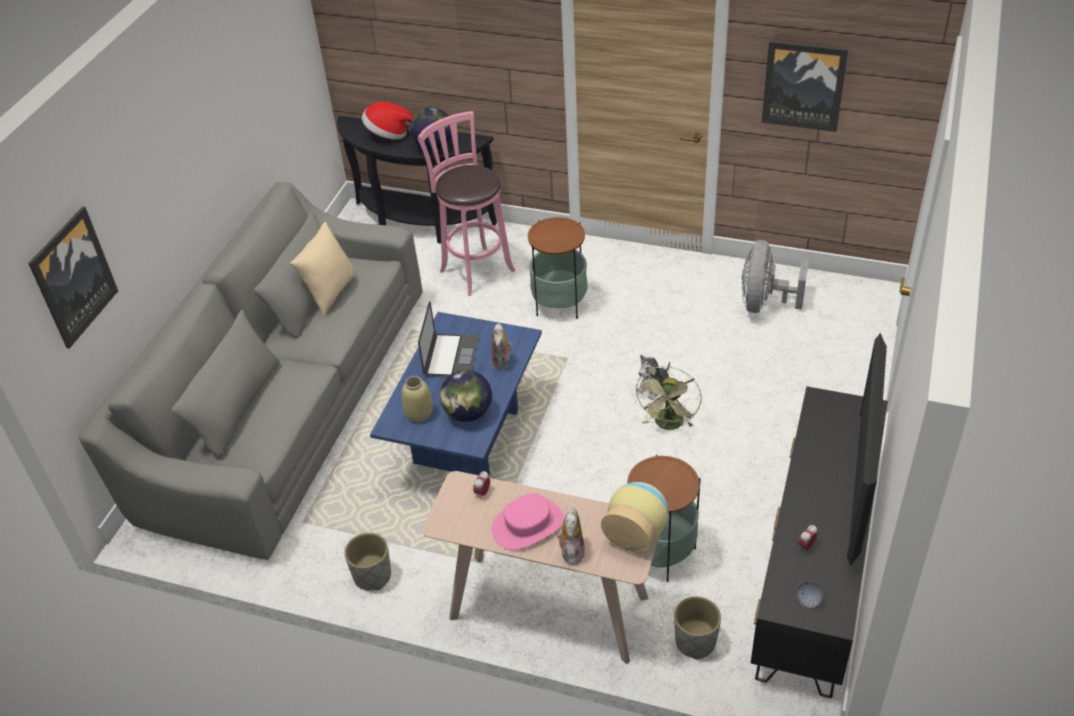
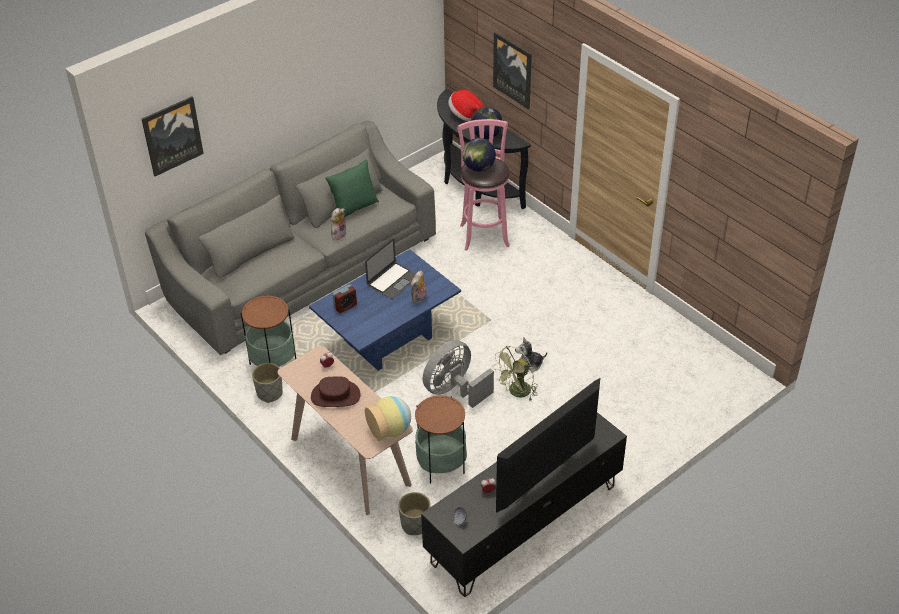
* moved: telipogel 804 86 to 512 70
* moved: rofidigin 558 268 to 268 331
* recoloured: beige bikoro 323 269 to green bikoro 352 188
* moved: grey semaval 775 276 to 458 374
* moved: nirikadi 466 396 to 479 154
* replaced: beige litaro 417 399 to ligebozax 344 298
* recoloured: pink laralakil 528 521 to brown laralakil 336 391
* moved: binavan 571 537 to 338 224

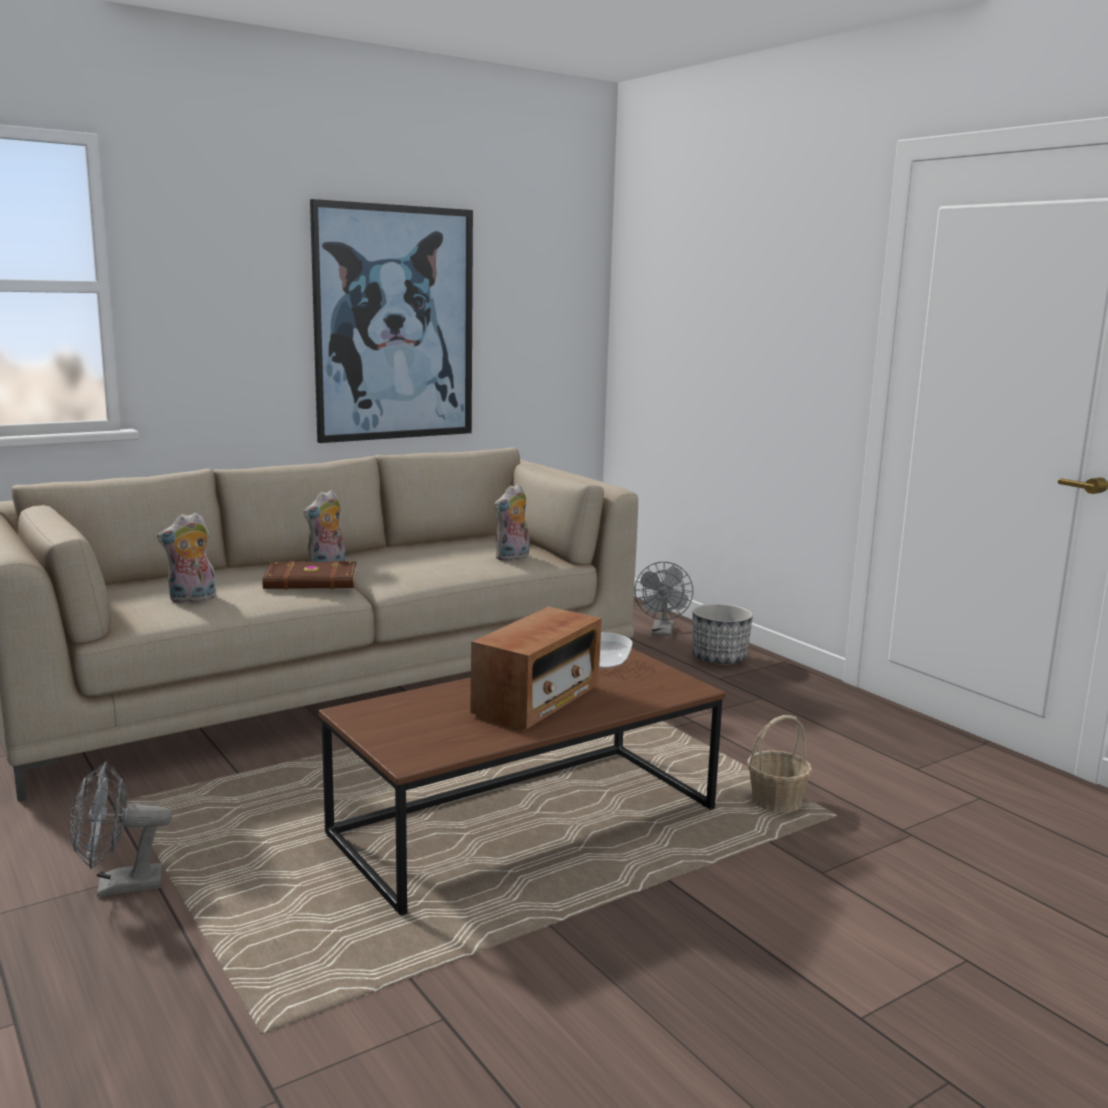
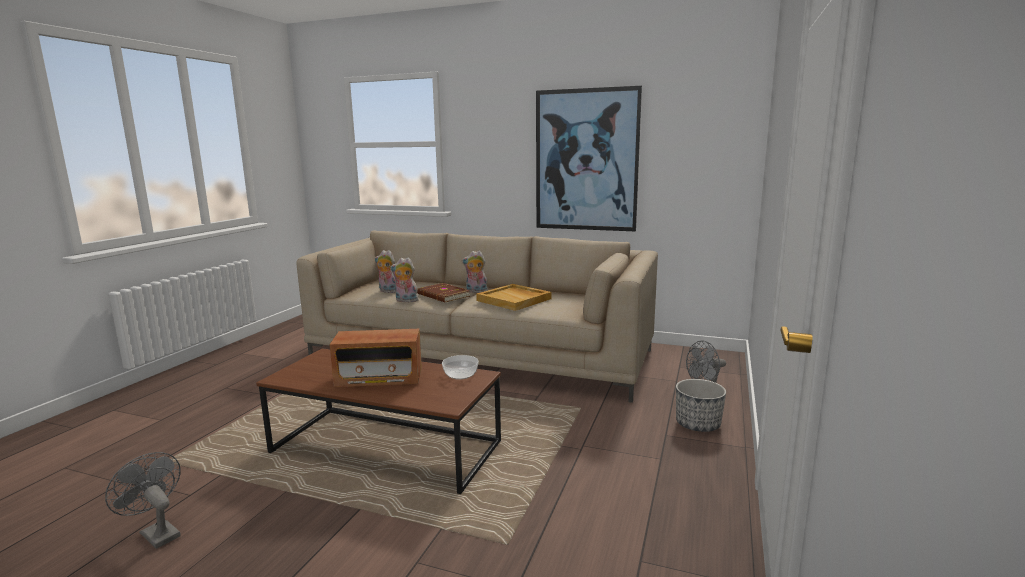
* moved: binavan 512 522 to 404 280
* removed: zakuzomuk 779 764
* moved: grey semaval 121 829 to 143 500
* added: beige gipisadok 513 297

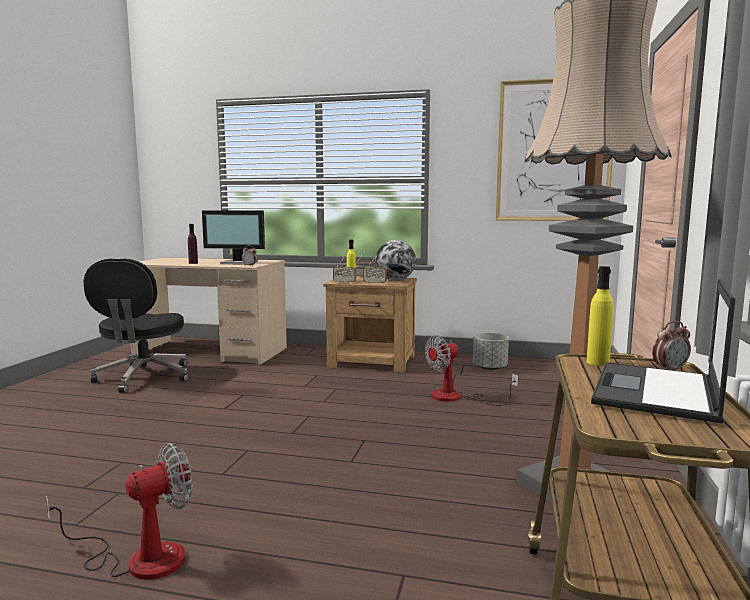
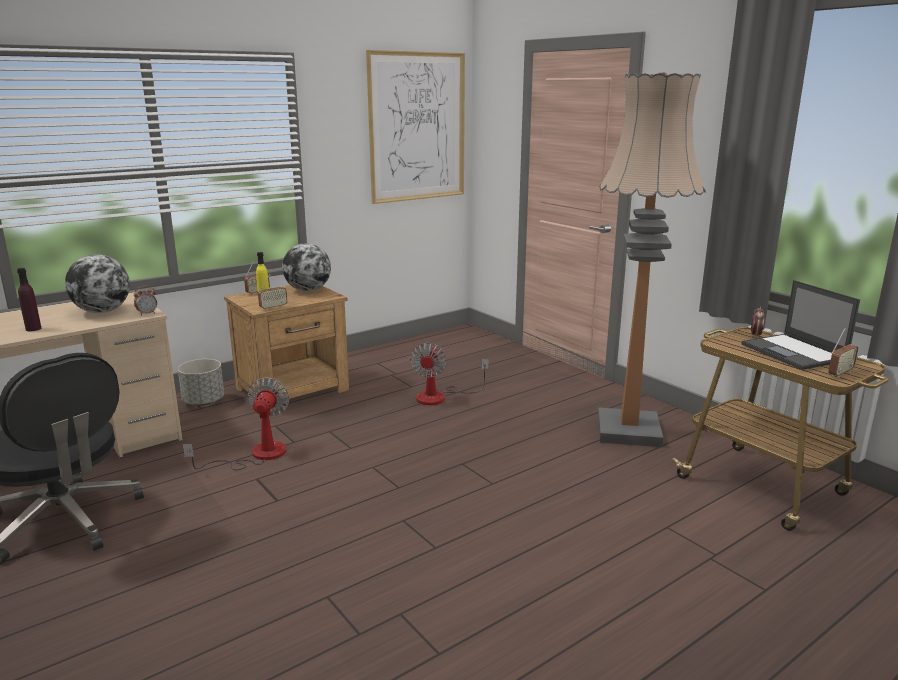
* replaced: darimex 233 237 to nirikadi 97 283
* moved: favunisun 375 270 to 843 353
* removed: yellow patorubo 600 316
* moved: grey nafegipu 491 351 to 201 382
* moved: semaval 119 511 to 236 424

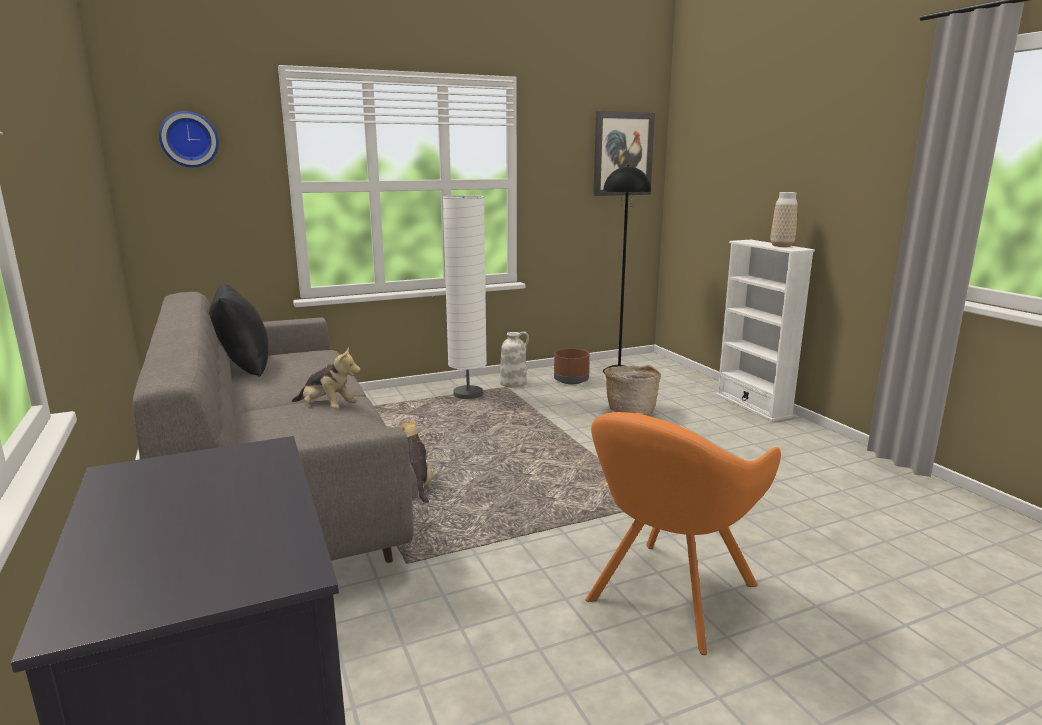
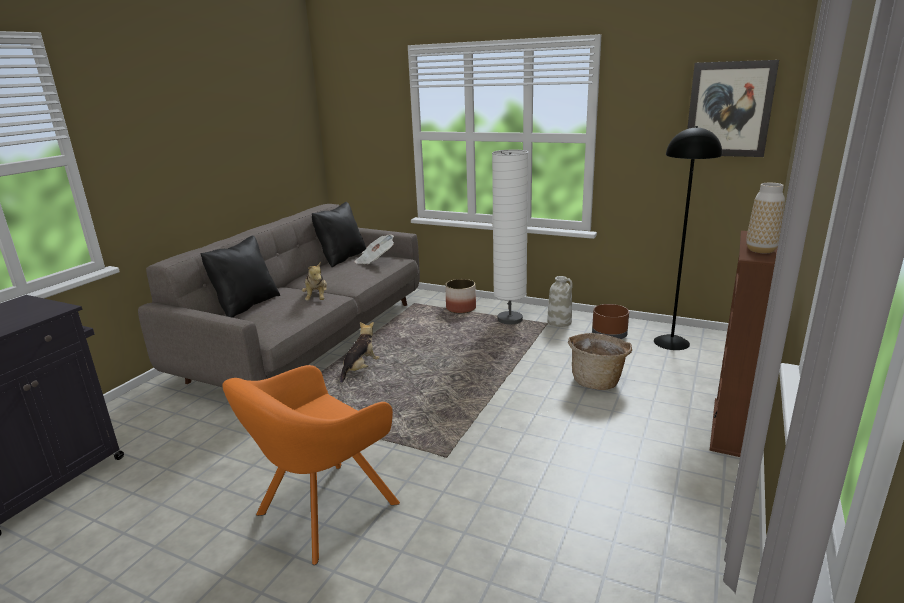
* removed: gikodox 189 139
* recoloured: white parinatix 765 331 to brown parinatix 744 344
* turned: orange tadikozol 683 533 = 311 465 45 degrees counterclockwise
* added: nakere 374 249
* added: black bikoro 240 277
* added: nafegipu 460 296

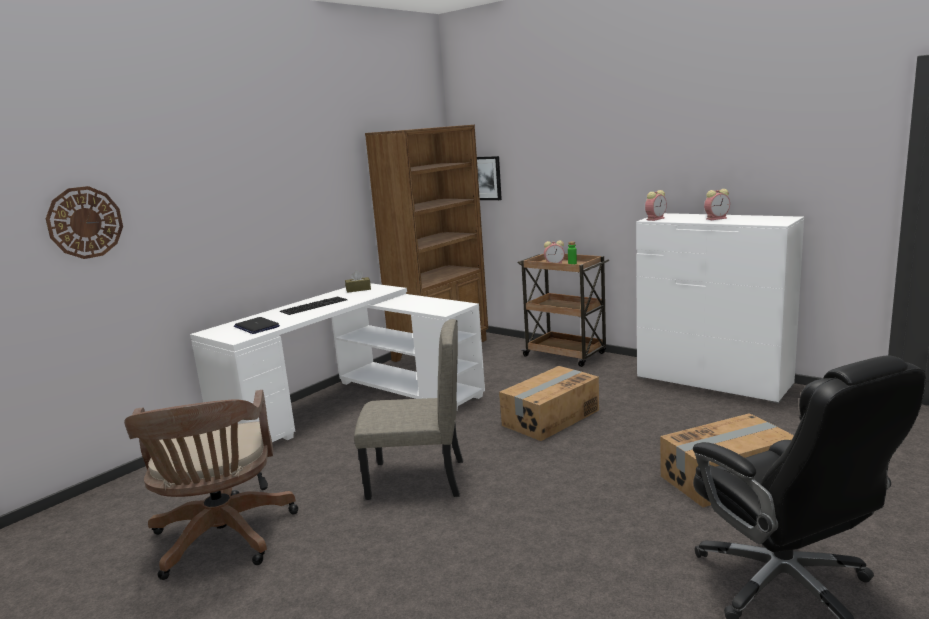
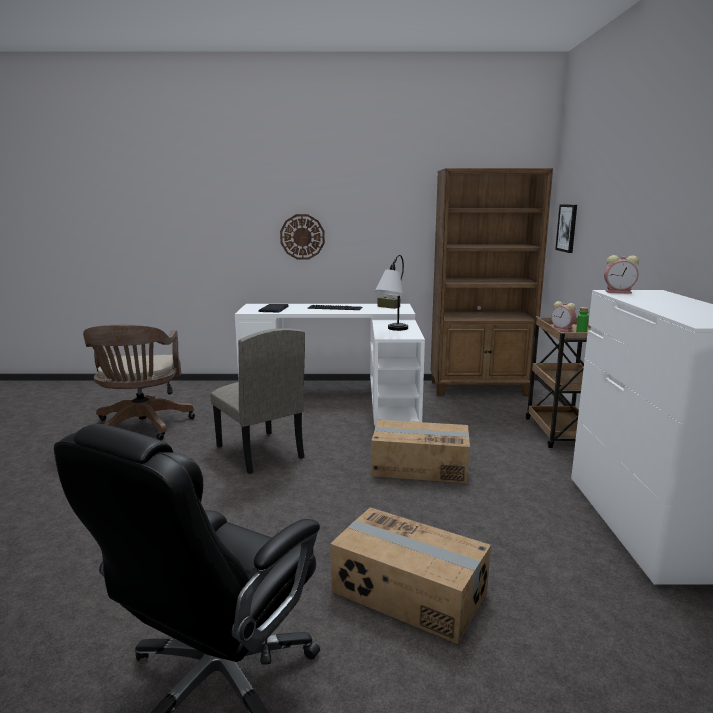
* moved: gikodox 84 222 to 302 237
* removed: ligebozax 717 204
* turned: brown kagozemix 211 485 = 139 382 45 degrees counterclockwise
* added: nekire 391 293

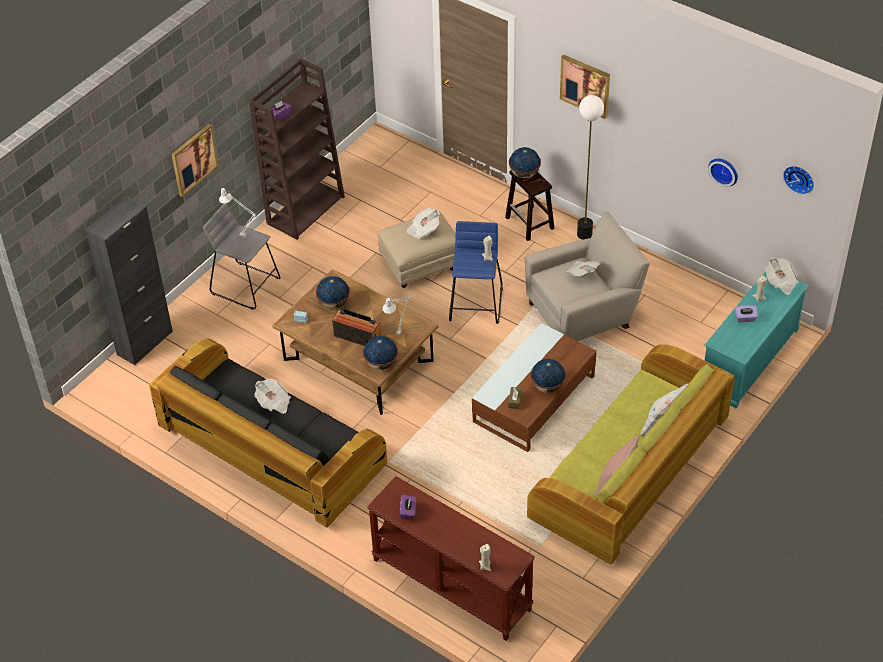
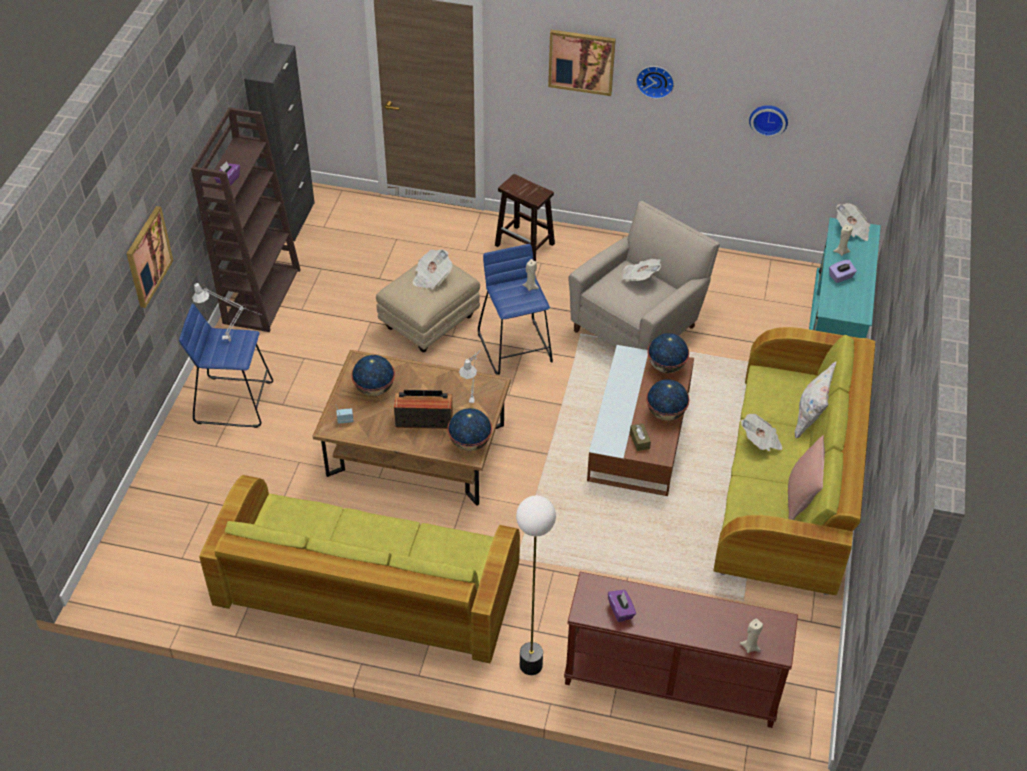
* moved: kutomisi 590 167 to 536 585
* moved: nirikadi 525 162 to 668 353
* moved: gikodox 798 180 to 655 82
* moved: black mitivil 129 280 to 279 141
* recoloured: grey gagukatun 242 256 to blue gagukatun 226 365
* recoloured: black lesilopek 268 432 to green lesilopek 359 569
* moved: nakere 272 396 to 762 432

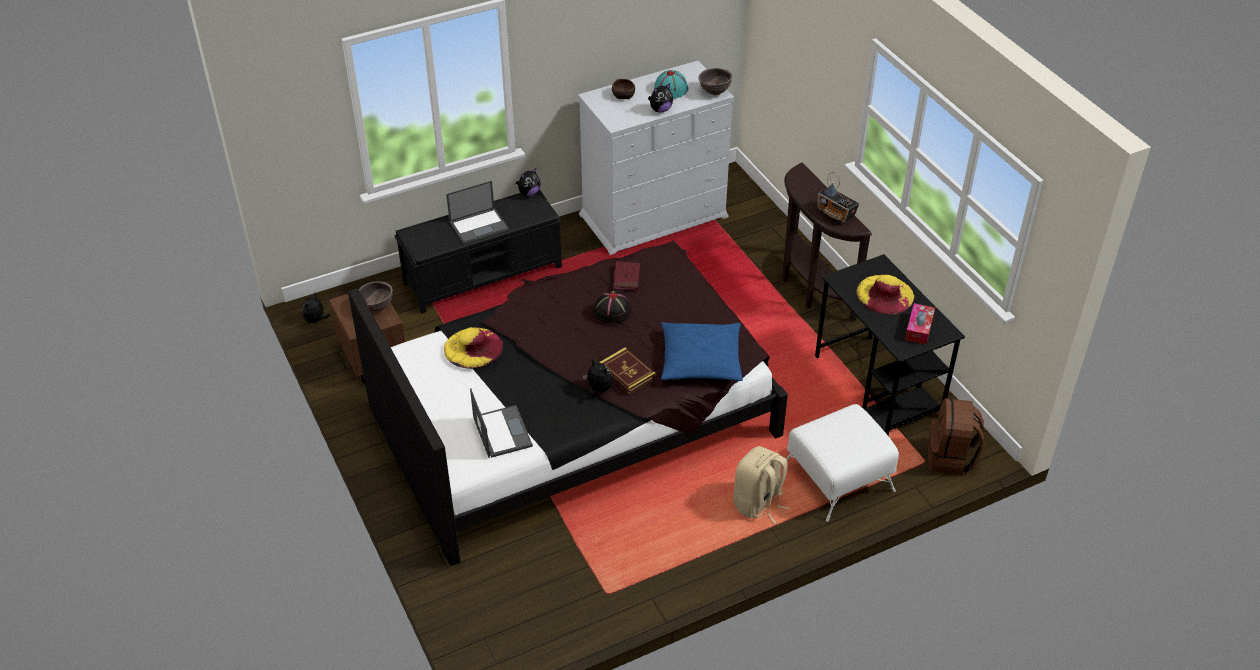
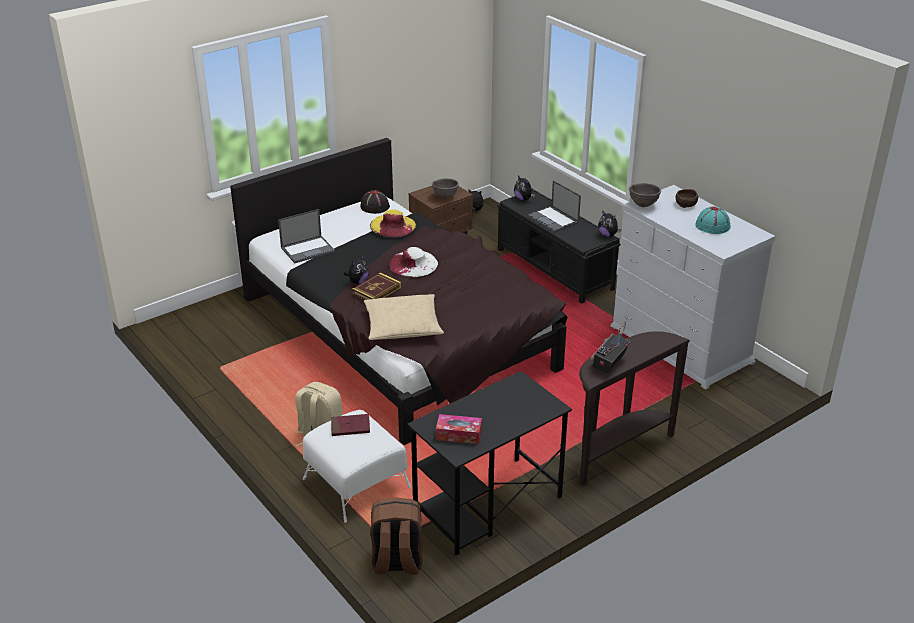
* moved: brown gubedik 715 81 to 645 195
* moved: binavan 660 98 to 524 188
* moved: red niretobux 626 276 to 350 425
* removed: yellow laralakil 885 294
* moved: black laralakil 612 307 to 375 202
* recoloured: blue bikoro 702 351 to beige bikoro 404 317
* added: white laralakil 413 262

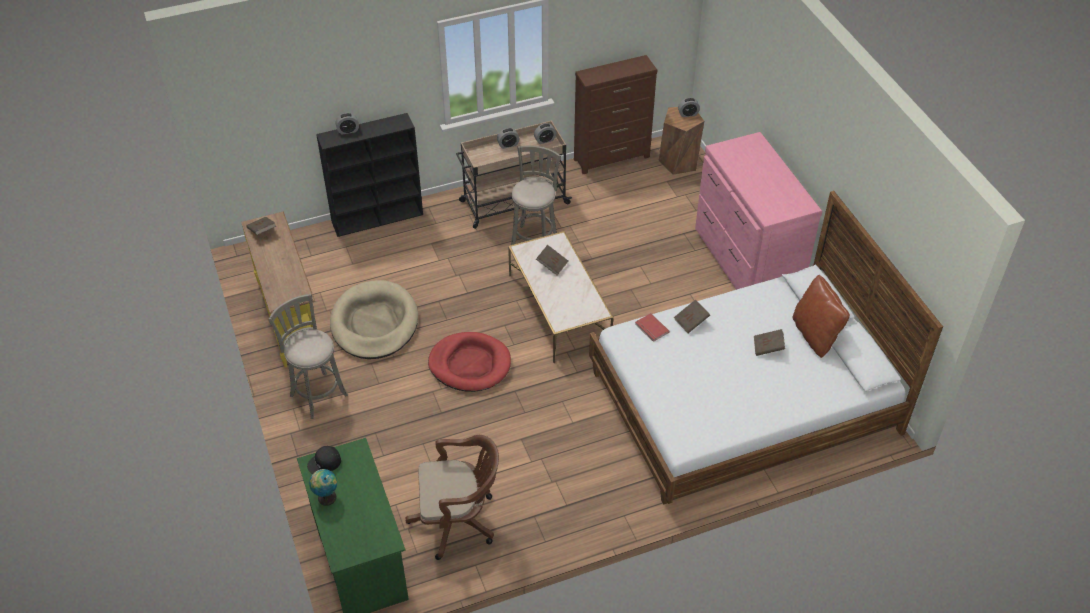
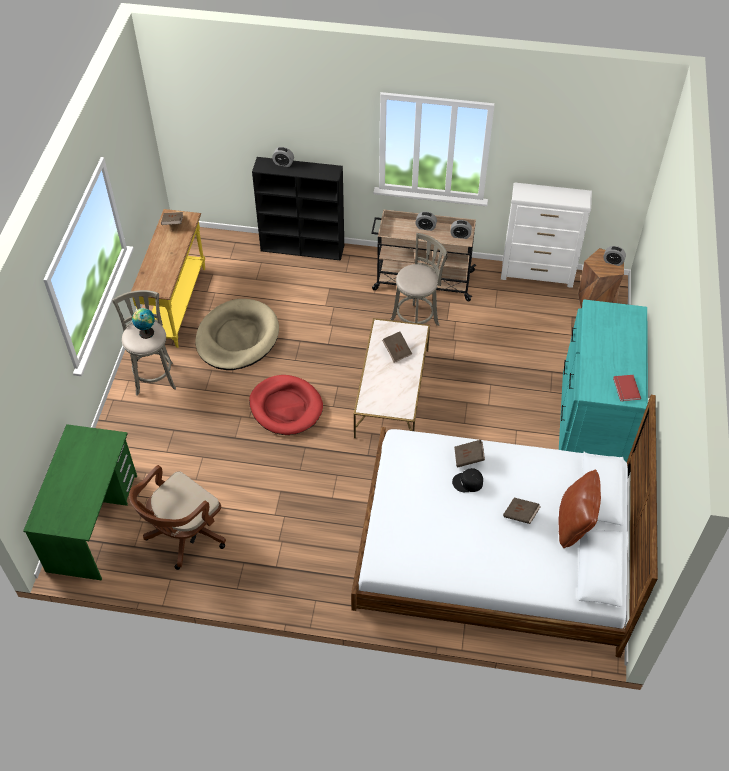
* recoloured: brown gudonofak 615 114 to white gudonofak 546 235
* recoloured: pink gudonofak 758 211 to turquoise gudonofak 603 381
* moved: red niretobux 652 327 to 627 388
* turned: brown kagozemix 452 497 = 177 517 105 degrees clockwise
* moved: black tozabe 324 460 to 467 480
* moved: nirikadi 323 487 to 143 323

